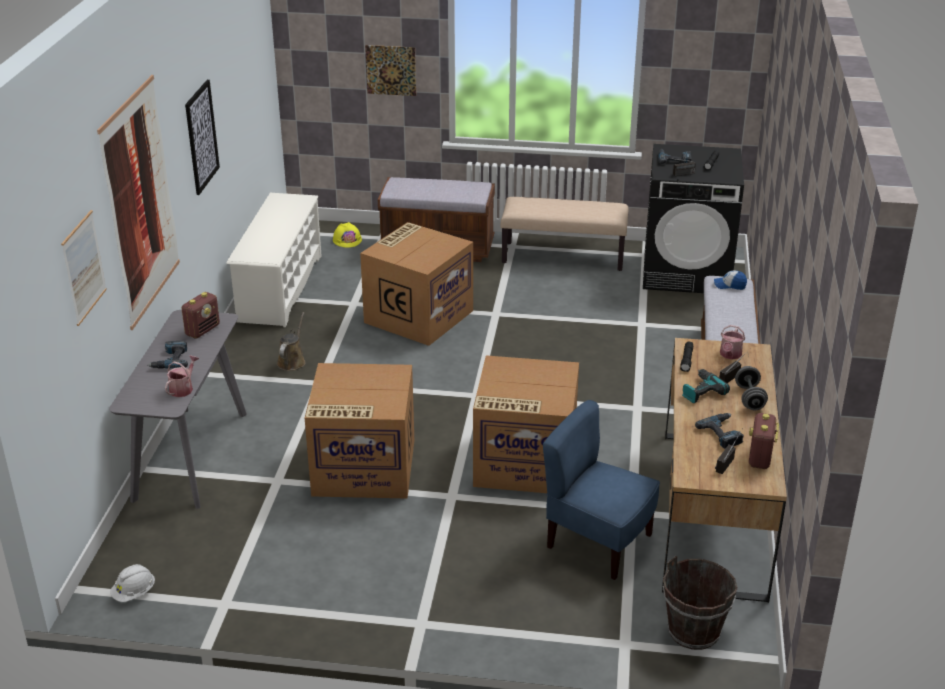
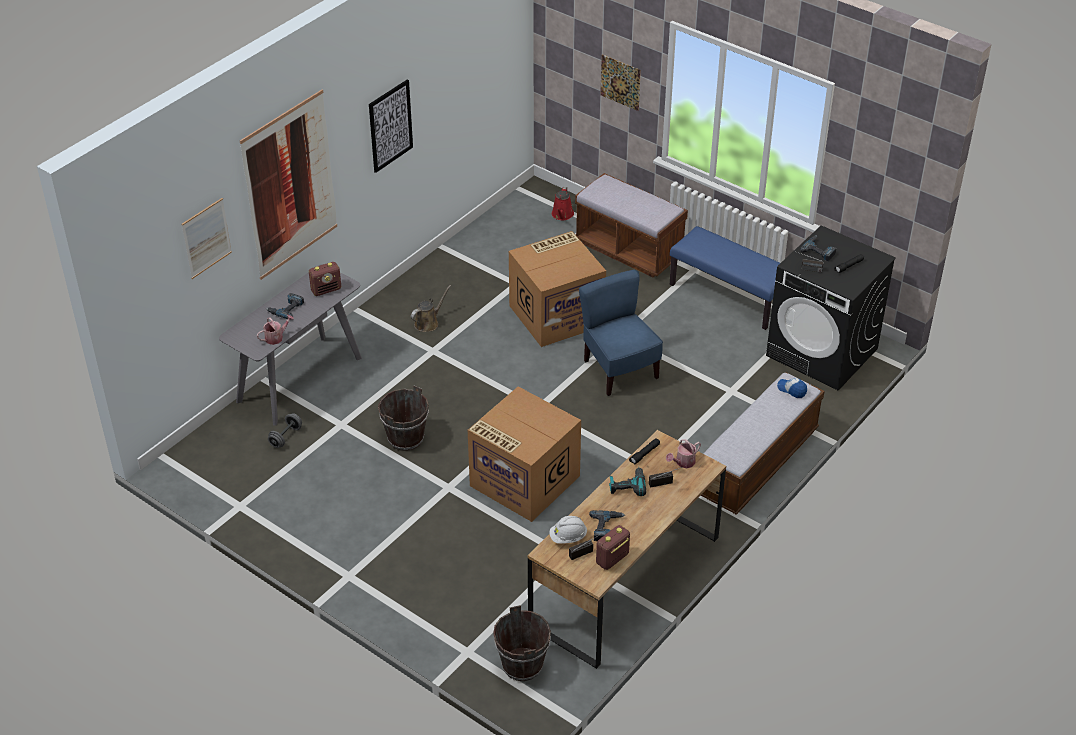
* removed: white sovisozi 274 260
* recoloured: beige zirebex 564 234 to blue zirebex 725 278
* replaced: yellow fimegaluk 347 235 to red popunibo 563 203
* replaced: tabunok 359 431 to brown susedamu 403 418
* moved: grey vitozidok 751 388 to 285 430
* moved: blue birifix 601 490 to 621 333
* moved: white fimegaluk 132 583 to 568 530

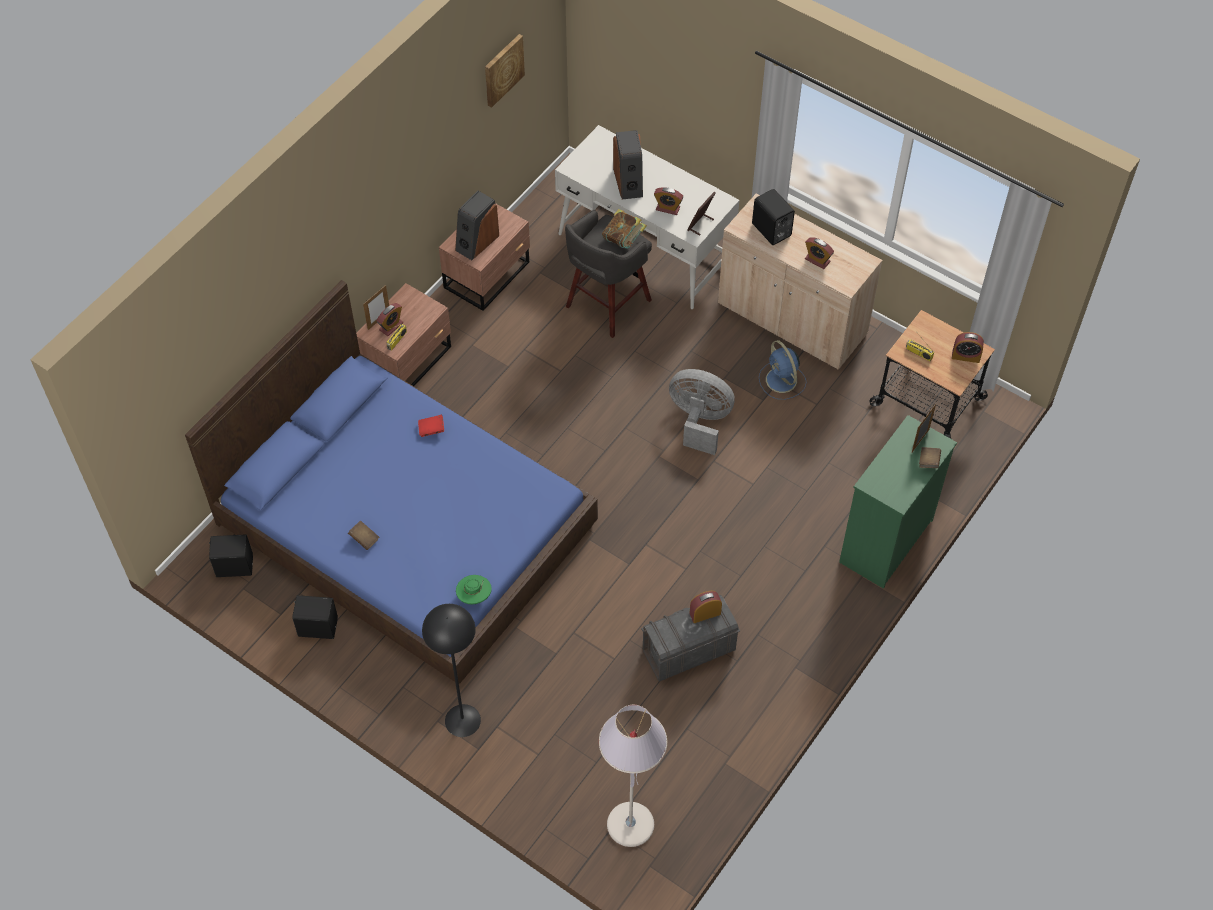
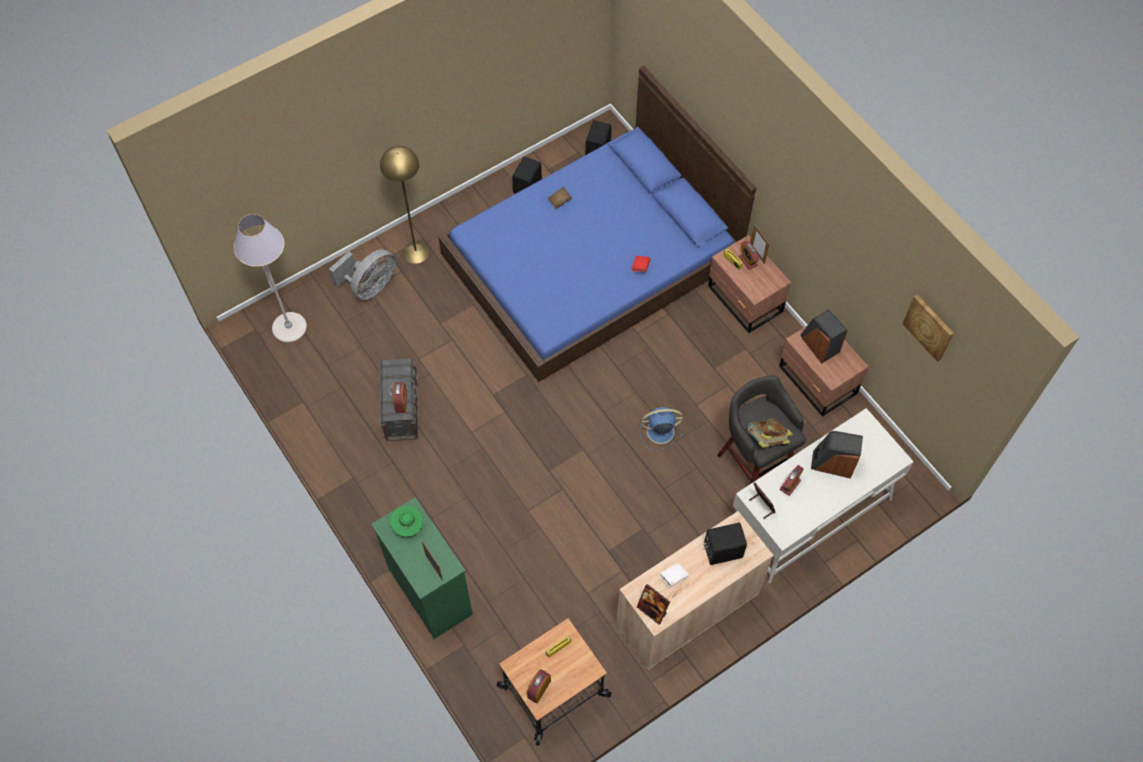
* replaced: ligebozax 819 253 to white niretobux 674 575
* moved: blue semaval 782 370 to 661 429
* moved: grey semaval 702 412 to 362 274
* removed: brown niretobux 930 457
* moved: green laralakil 474 589 to 406 521
* recoloured: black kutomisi 451 670 to yellow kutomisi 404 205
* added: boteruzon 653 604

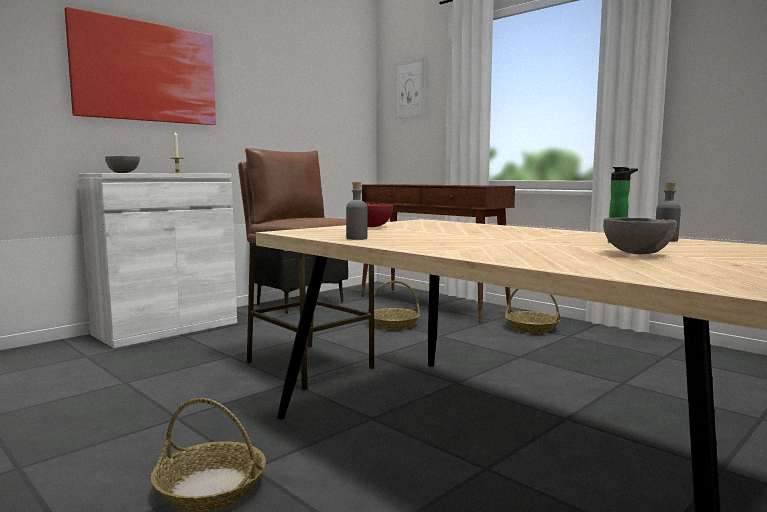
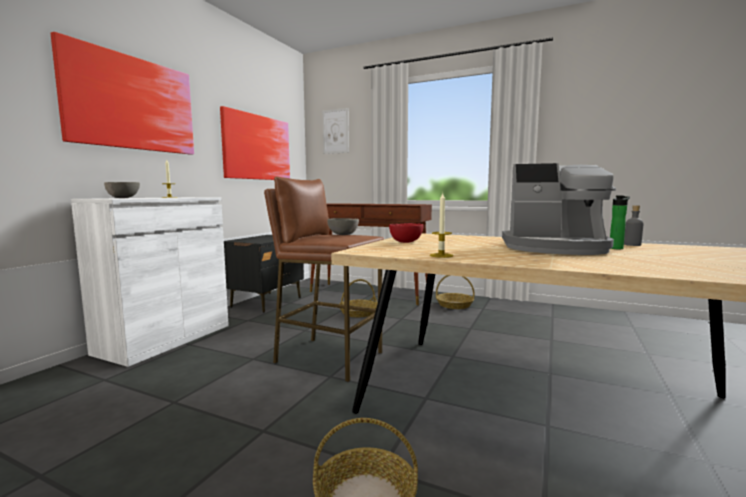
* replaced: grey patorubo 357 211 to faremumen 441 225
* moved: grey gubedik 640 235 to 343 226
* added: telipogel 255 143
* added: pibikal 559 209

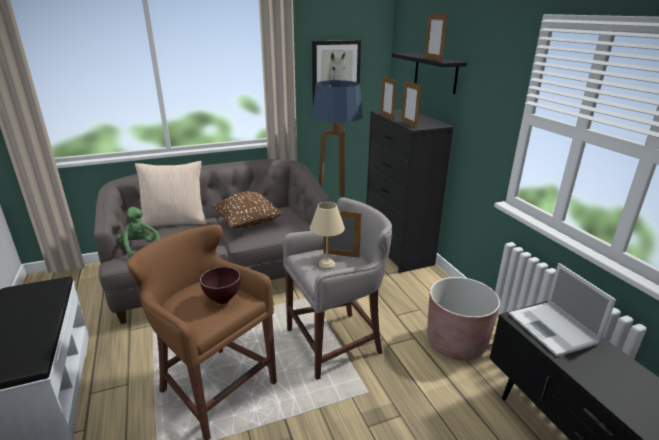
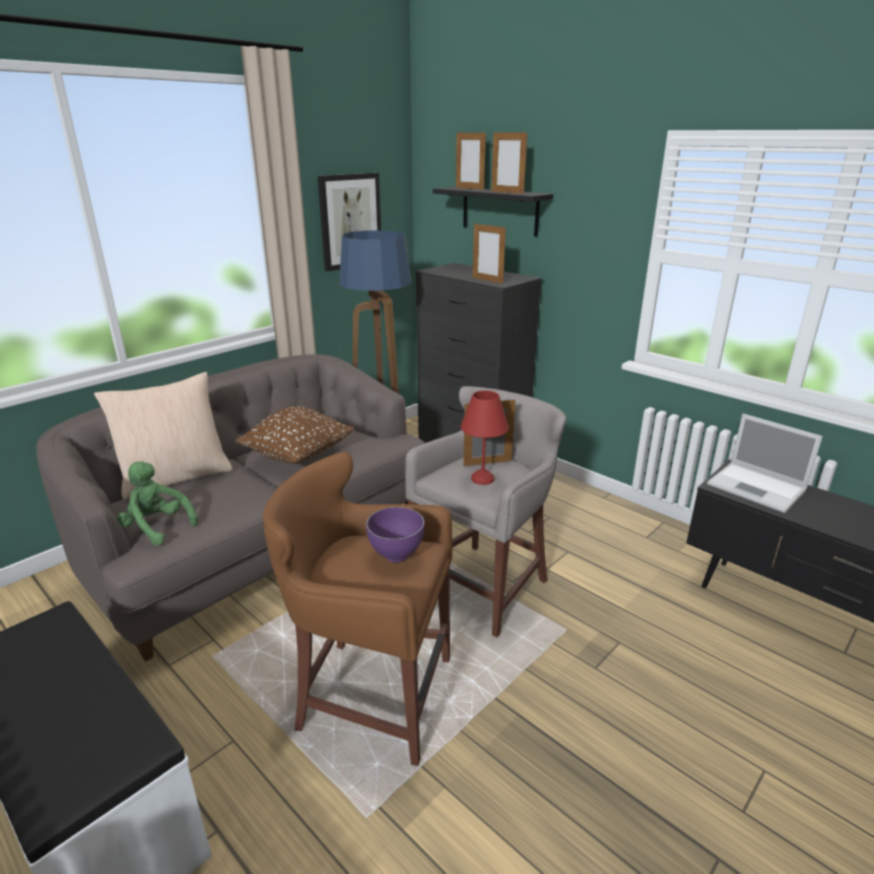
* moved: boteruzon 388 98 to 471 160
* recoloured: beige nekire 327 236 to red nekire 485 437
* recoloured: brown gubedik 220 285 to purple gubedik 395 534
* removed: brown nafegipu 463 318

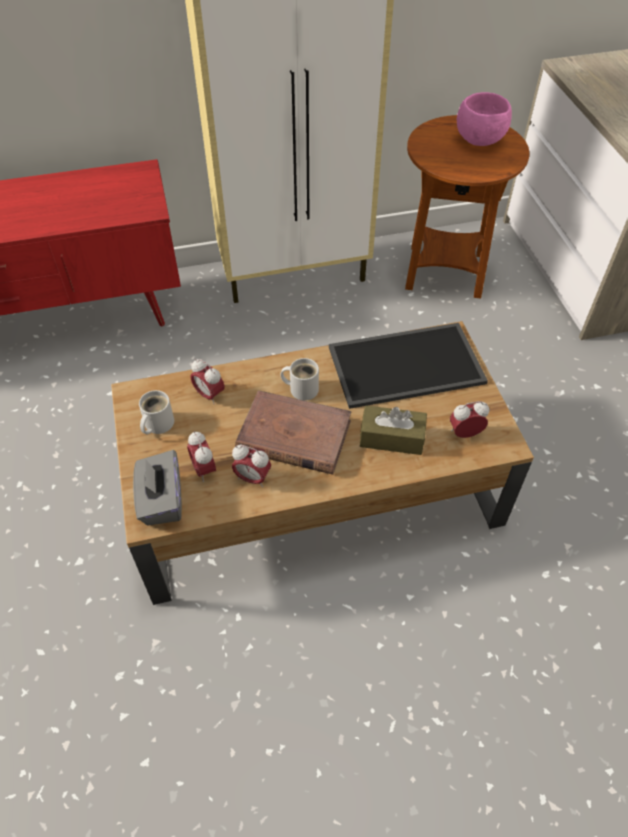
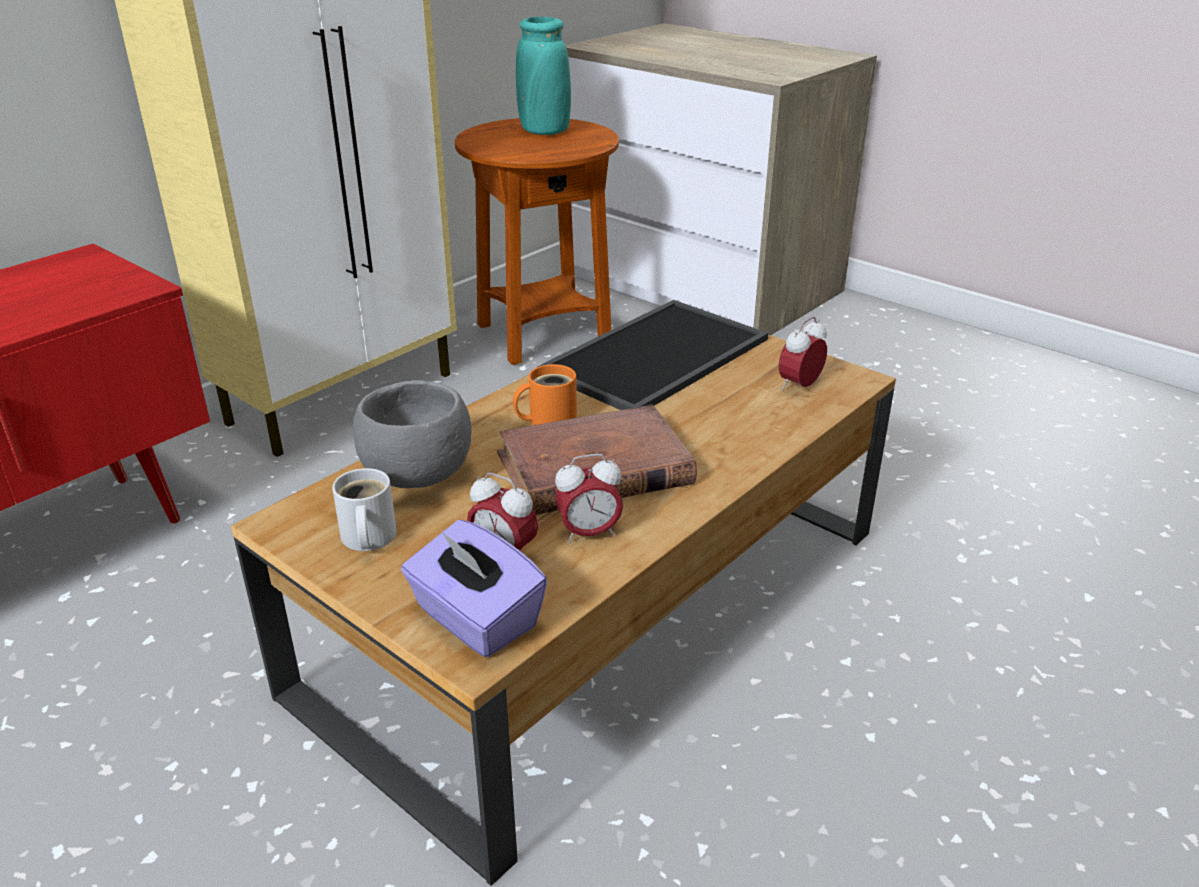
* replaced: pink gubedik 484 119 to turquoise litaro 543 76
* recoloured: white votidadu 299 379 to orange votidadu 545 394
* replaced: ligebozax 208 381 to grey gubedik 412 434
* removed: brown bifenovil 393 430
* recoloured: grey bifenovil 157 487 to purple bifenovil 474 588

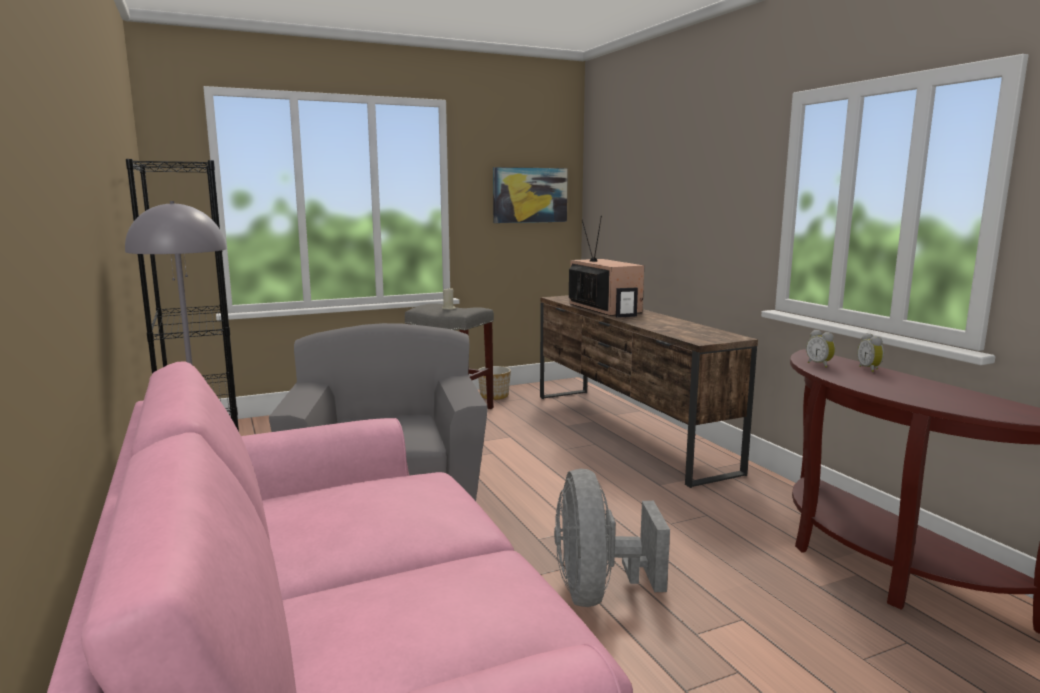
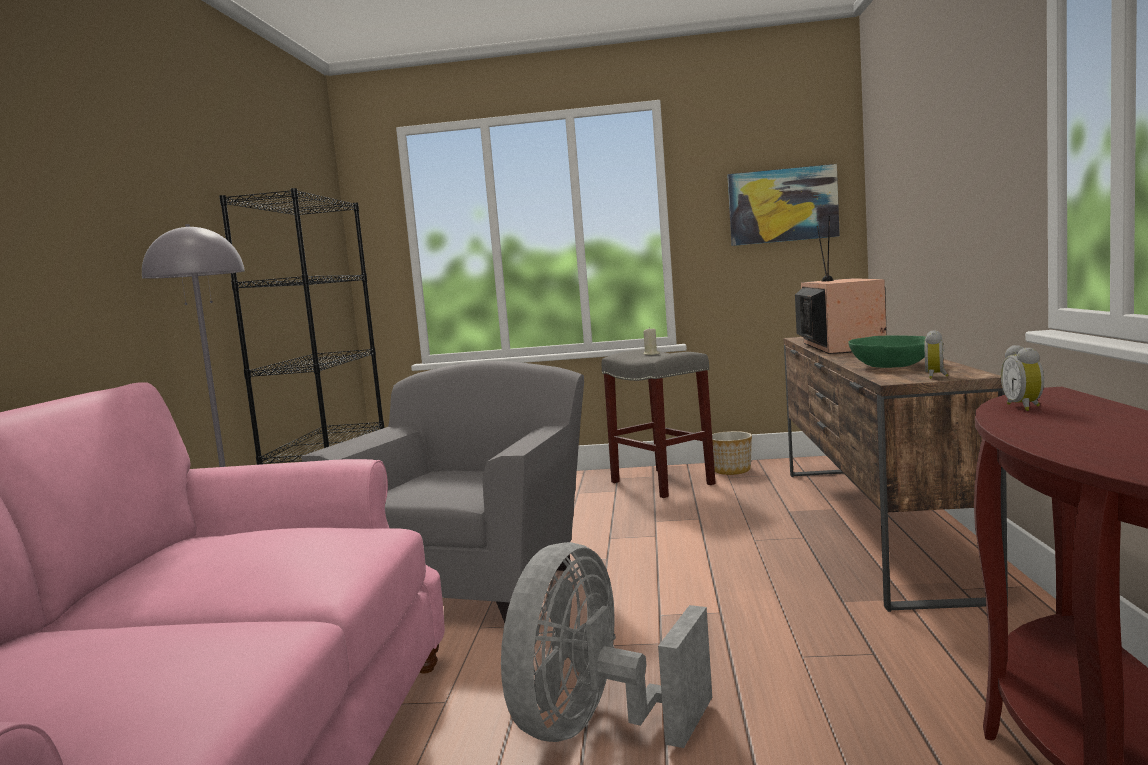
* removed: boteruzon 627 303
* moved: ligebozax 870 352 to 936 354
* added: green gubedik 887 351

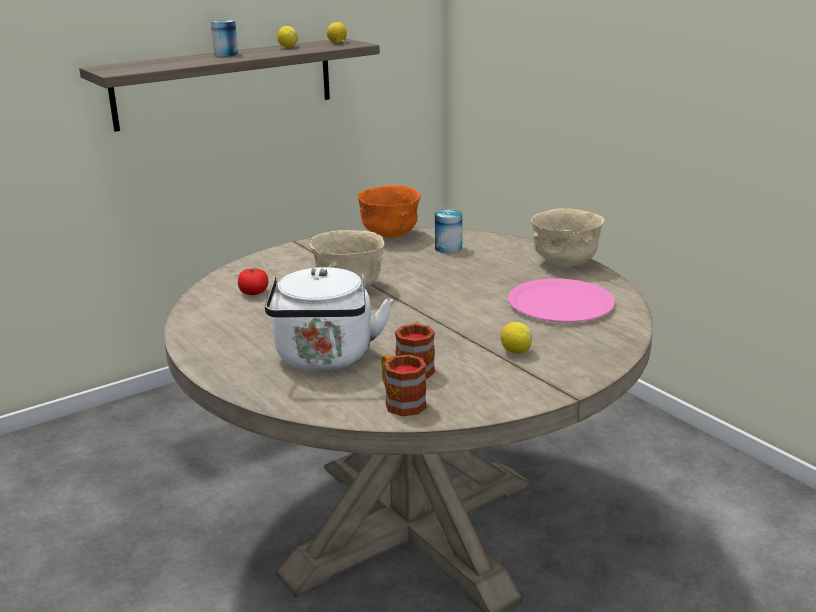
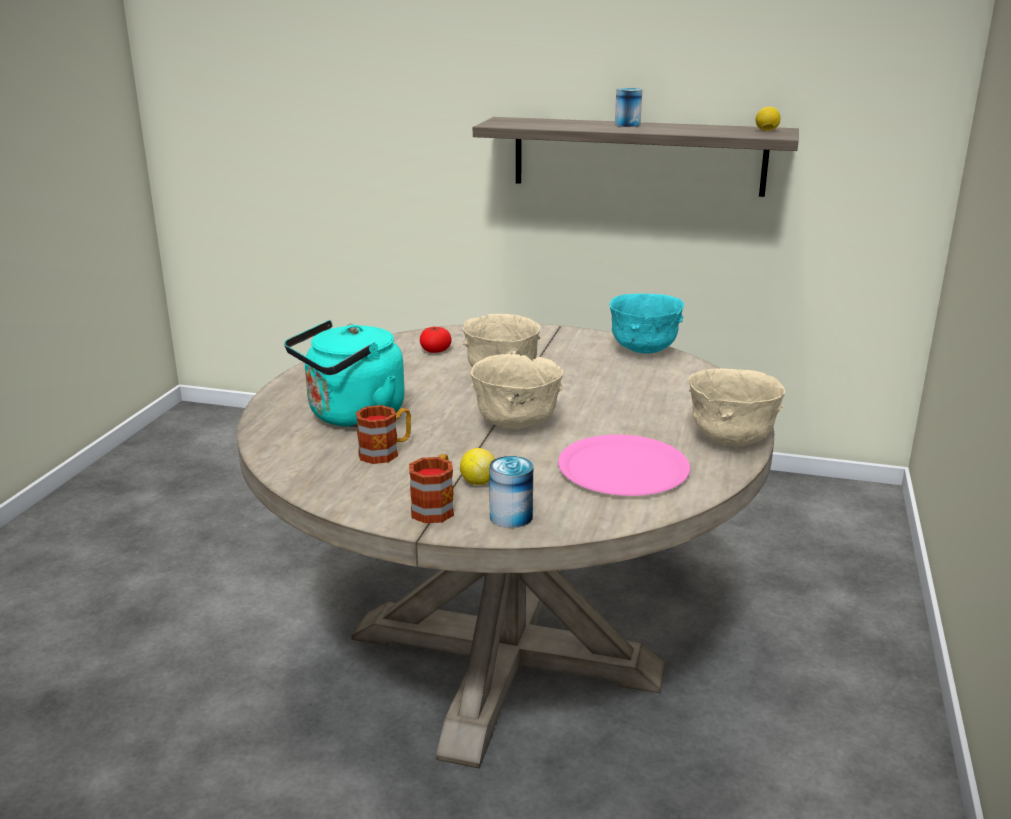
* removed: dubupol 287 36
* recoloured: orange gubedik 389 211 to turquoise gubedik 647 324
* moved: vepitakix 448 231 to 511 492
* recoloured: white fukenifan 329 319 to turquoise fukenifan 344 373
* moved: votidadu 404 385 to 431 488
* added: beige gubedik 516 391

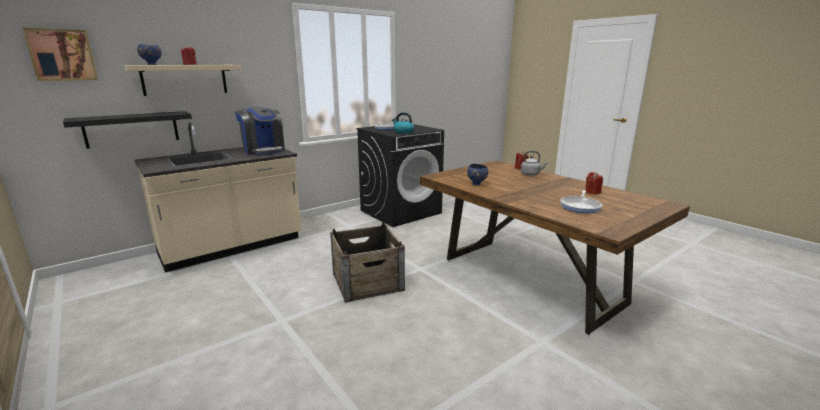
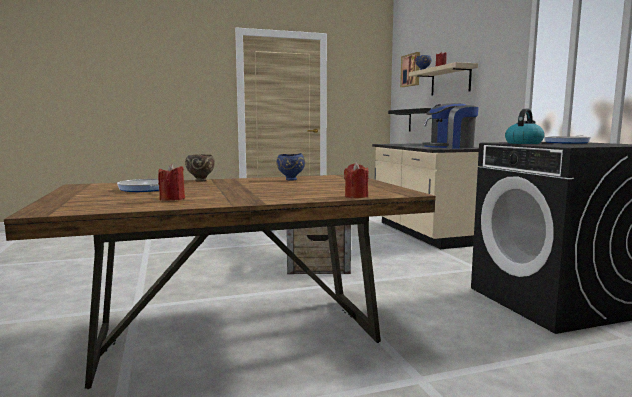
* removed: grey fukenifan 534 163
* added: brown gubedik 200 168

